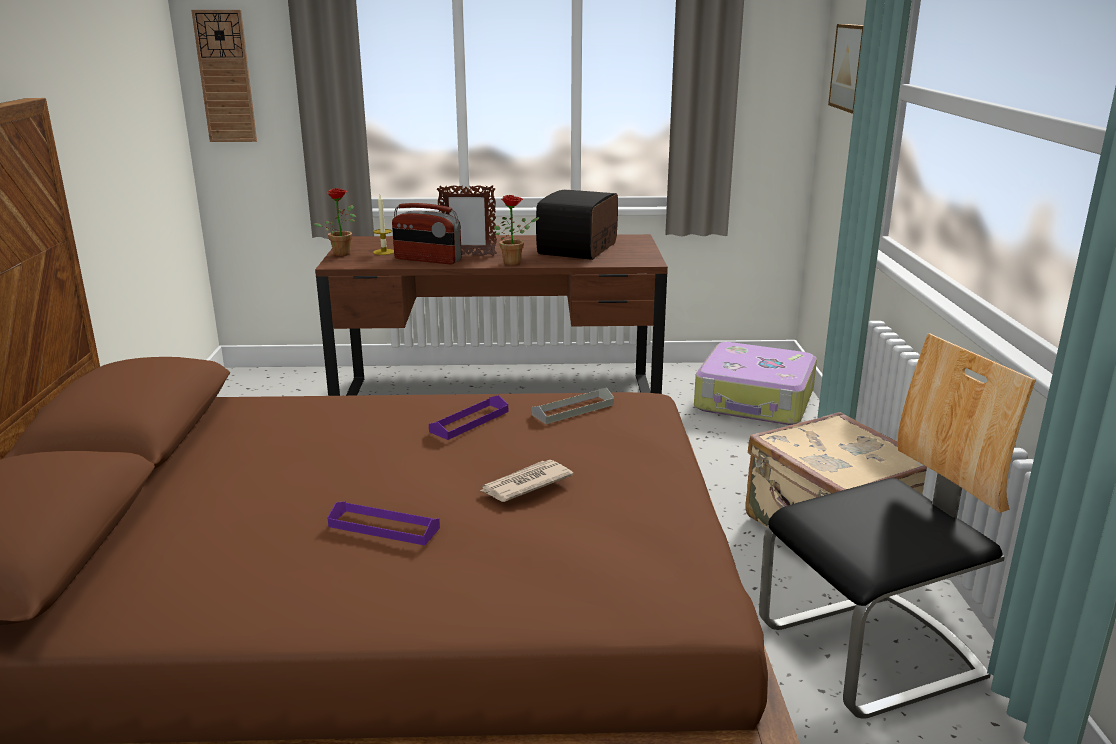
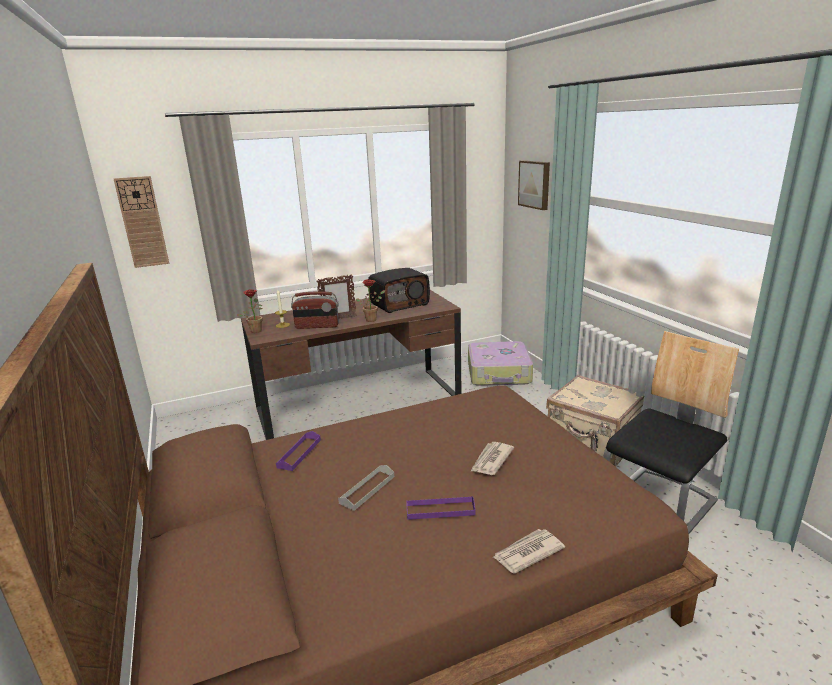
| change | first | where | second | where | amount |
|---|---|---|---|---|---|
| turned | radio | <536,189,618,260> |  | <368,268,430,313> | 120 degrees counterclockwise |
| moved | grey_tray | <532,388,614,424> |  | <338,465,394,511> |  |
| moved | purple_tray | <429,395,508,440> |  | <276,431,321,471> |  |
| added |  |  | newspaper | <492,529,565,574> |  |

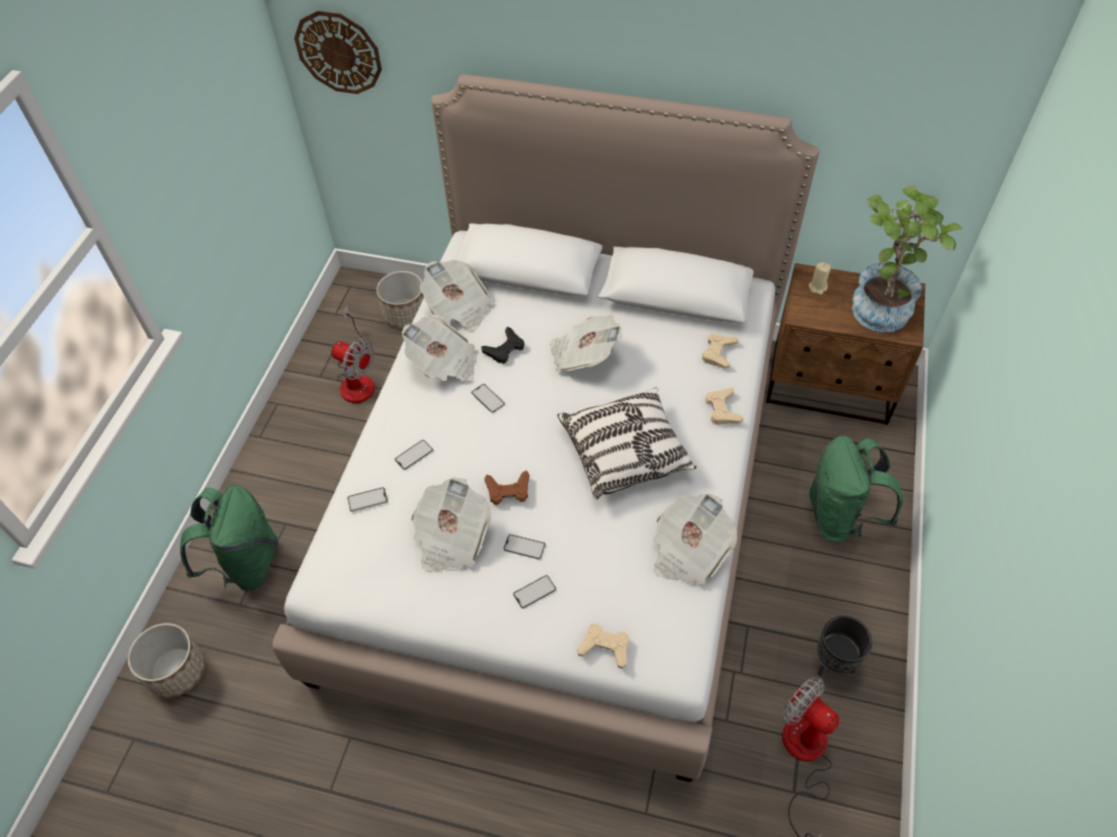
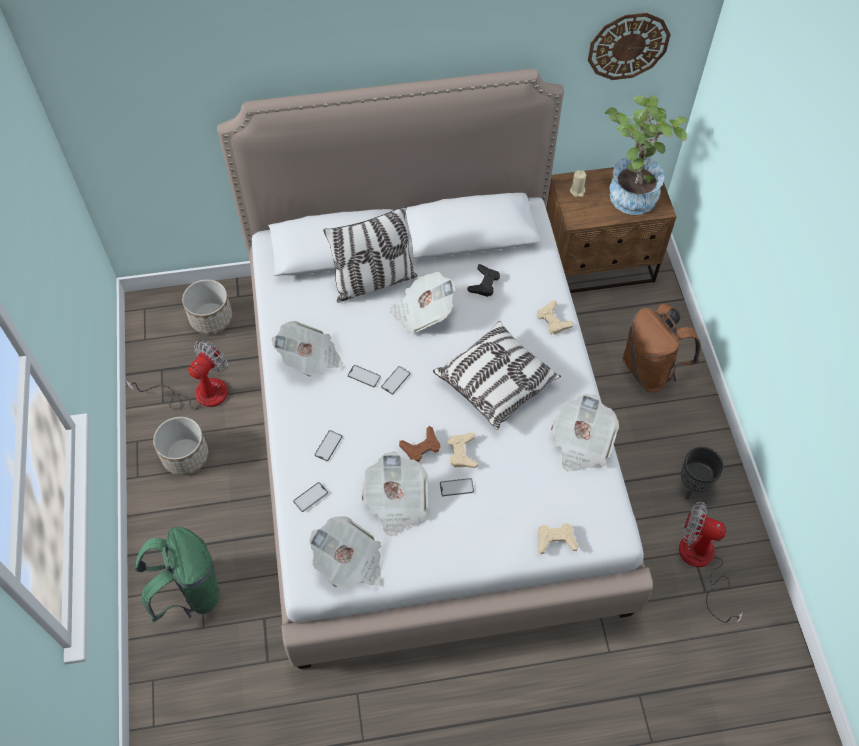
| change | first | where | second | where | amount |
|---|---|---|---|---|---|
| moved | wall_clock | <294,11,382,94> |  | <588,13,671,80> |  |
| moved | newspaper | <420,260,492,331> |  | <310,516,381,589> |  |
| turned | fan | <331,306,375,403> |  | <125,340,228,410> | 60 degrees counterclockwise |
| moved | black_game_controller | <481,327,524,364> |  | <467,264,500,297> |  |
| moved | beige_game_controller | <702,334,738,369> |  | <448,432,478,468> |  |
| recoloured | green_backpack | <808,436,903,543> | brown_backpack | <622,303,701,393> |  |
| moved | phone | <513,575,556,609> |  | <381,366,410,394> |  |
| moved | planter | <128,623,205,698> |  | <153,417,208,475> |  |
| added |  |  | pillow | <323,206,418,303> |  |

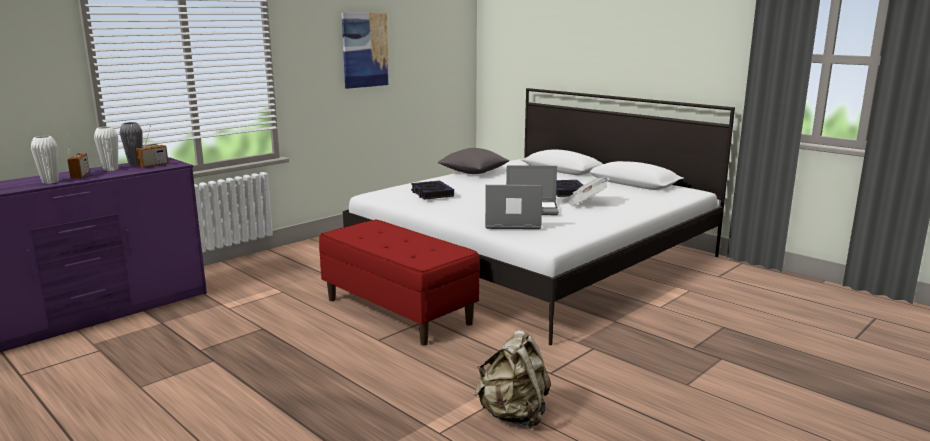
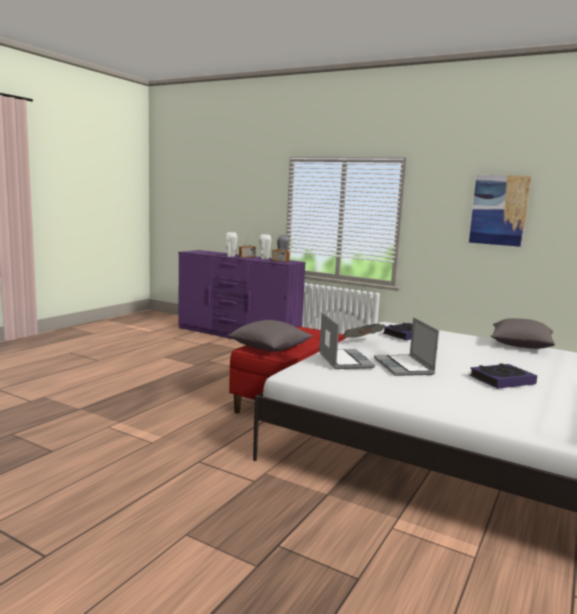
| change | first | where | second | where | amount |
|---|---|---|---|---|---|
| moved | newspaper | <562,177,610,205> |  | <342,323,385,337> |  |
| removed | beige_backpack | <475,330,551,428> |  |  |  |
| added |  |  | grey_pillow | <228,320,312,352> |  |

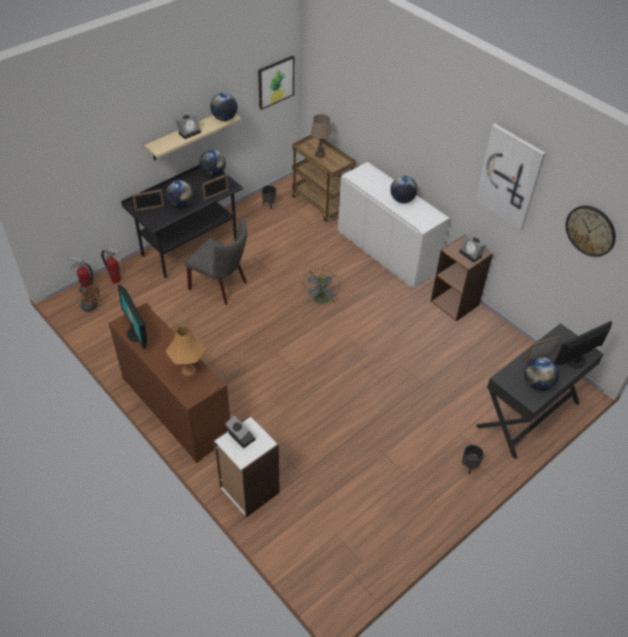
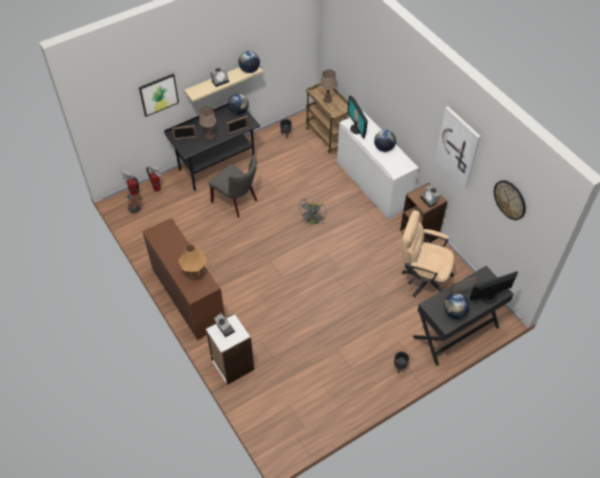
| change | first | where | second | where | amount |
|---|---|---|---|---|---|
| moved | picture | <258,56,294,110> |  | <139,74,179,117> |  |
| replaced | globe | <166,180,193,208> | brown_table_lamp | <199,106,216,140> |  |
| moved | monitor | <118,285,147,349> |  | <347,95,368,139> |  |
| added |  |  | beige_office_chair | <401,210,454,297> |  |

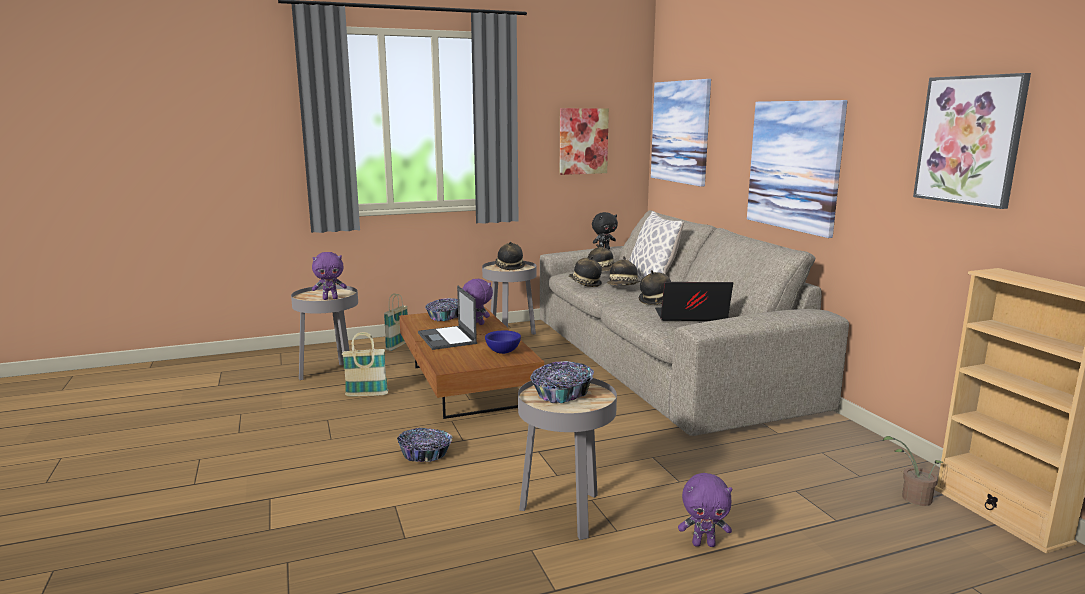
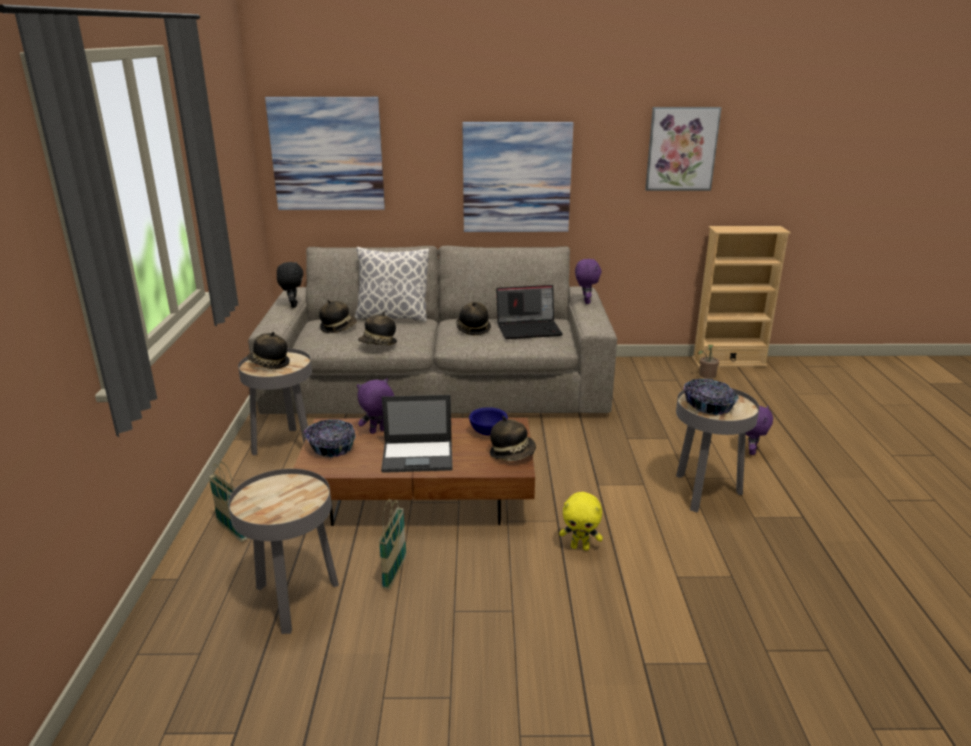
| change | first | where | second | where | amount |
|---|---|---|---|---|---|
| removed | picture | <560,108,609,175> |  |  |  |
| moved | purple_plush_toy | <312,252,347,300> |  | <575,258,602,304> |  |
| moved | hat | <607,256,640,285> |  | <490,416,536,461> |  |
| turned | laptop | <655,282,733,321> |  | <496,285,563,339> | 120 degrees counterclockwise |
| replaced | bowl | <397,428,452,462> | yellow_plush_toy | <559,492,603,551> |  |

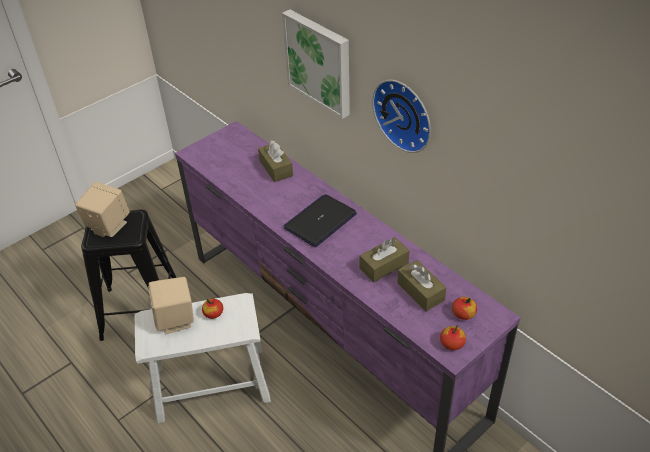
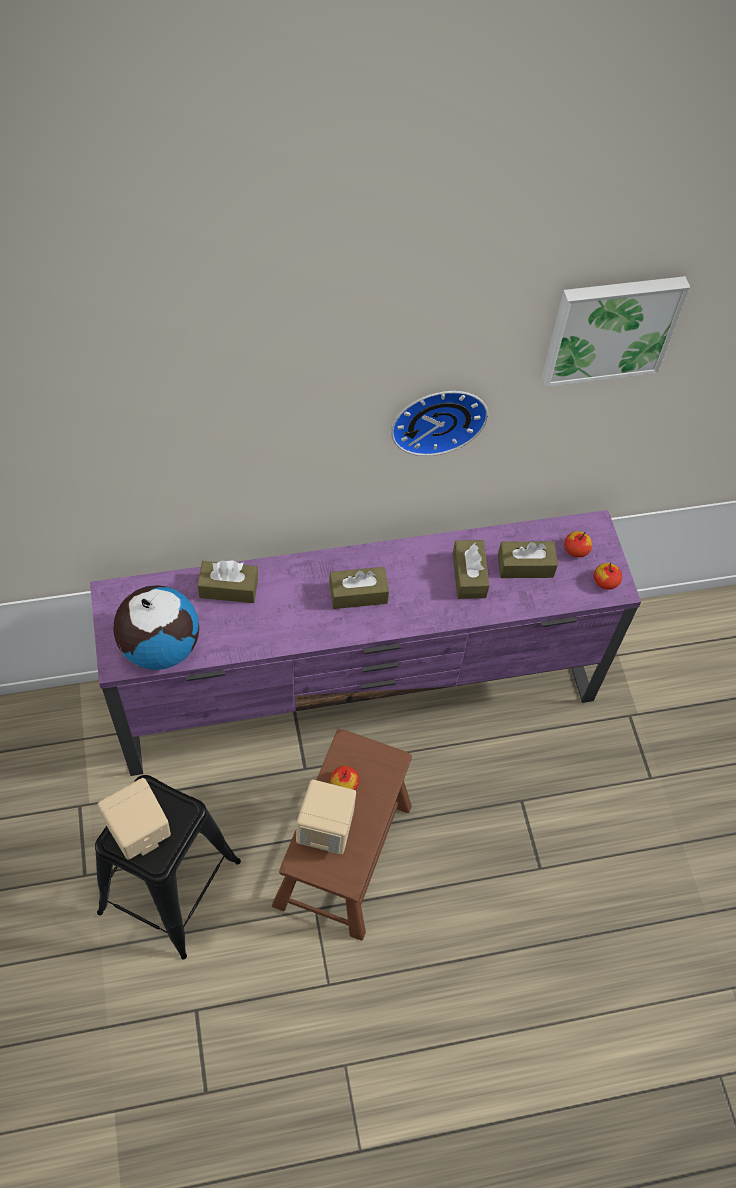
| change | first | where | second | where | amount |
|---|---|---|---|---|---|
| moved | picture | <282,9,350,119> |  | <542,276,690,387> |  |
| replaced | laptop | <283,194,357,247> | brown_tissue_box | <329,567,389,609> |  |
| recoloured | white_stool | <135,293,271,423> | brown_stool | <272,729,412,941> |  |
| added |  |  | globe | <114,585,199,670> |  |

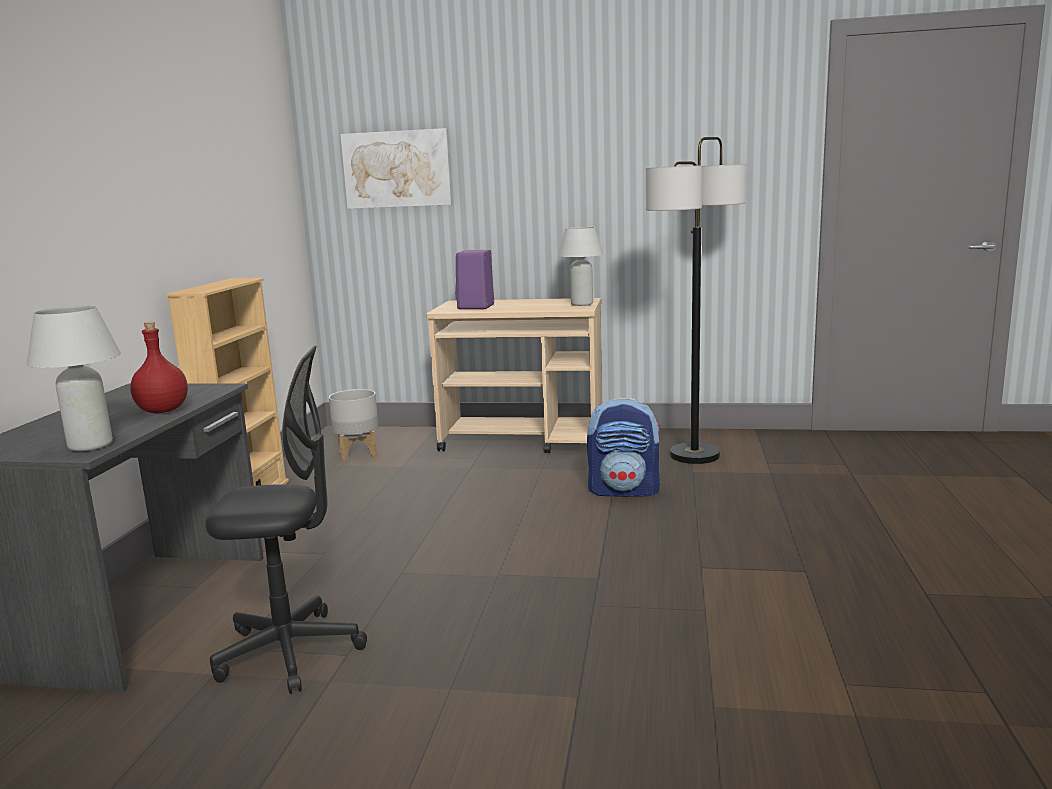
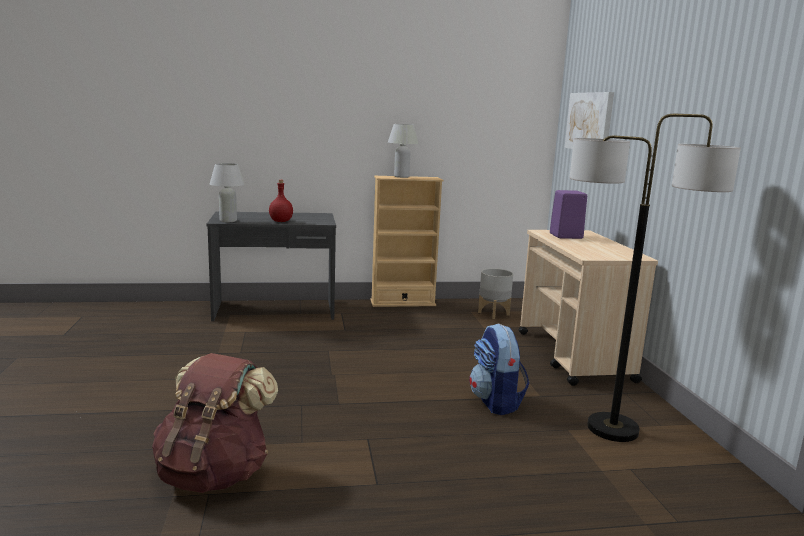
| change | first | where | second | where | amount |
|---|---|---|---|---|---|
| moved | white_table_lamp | <558,227,603,306> |  | <388,124,419,178> |  |
| removed | black_office_chair | <205,346,367,694> |  |  |  |
| added |  |  | brown_backpack | <152,353,278,493> |  |

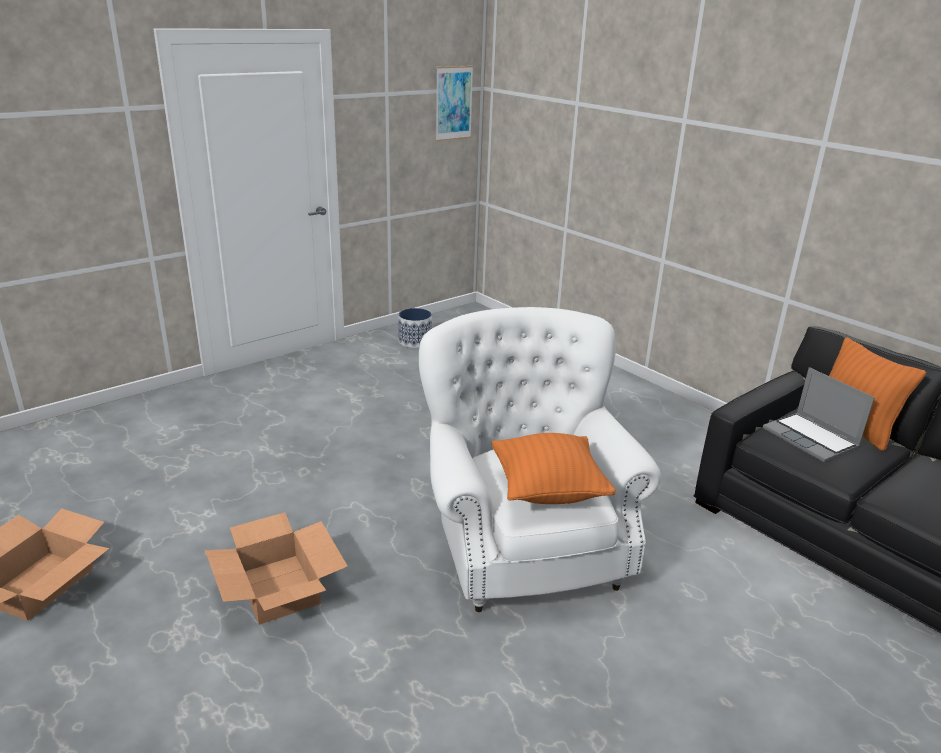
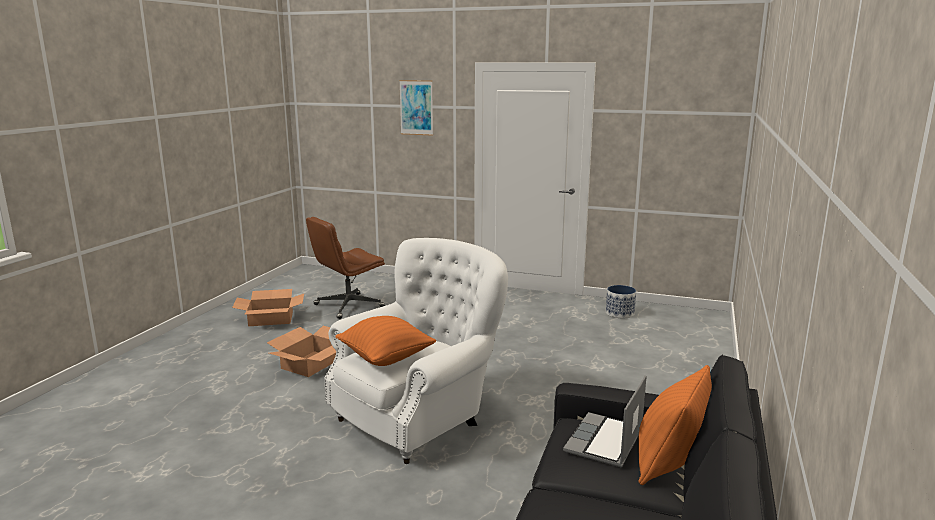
| change | first | where | second | where | amount |
|---|---|---|---|---|---|
| moved | picture | <435,66,473,141> |  | <399,80,433,136> |  |
| added |  |  | brown_office_chair | <306,217,385,319> |  |

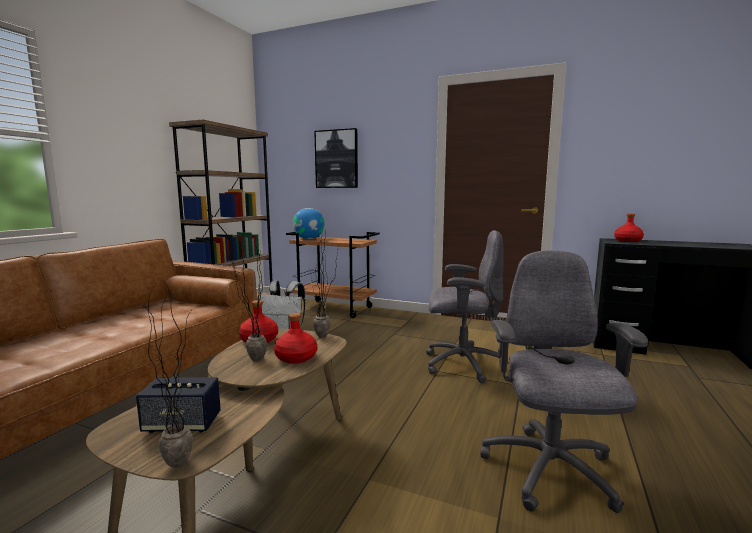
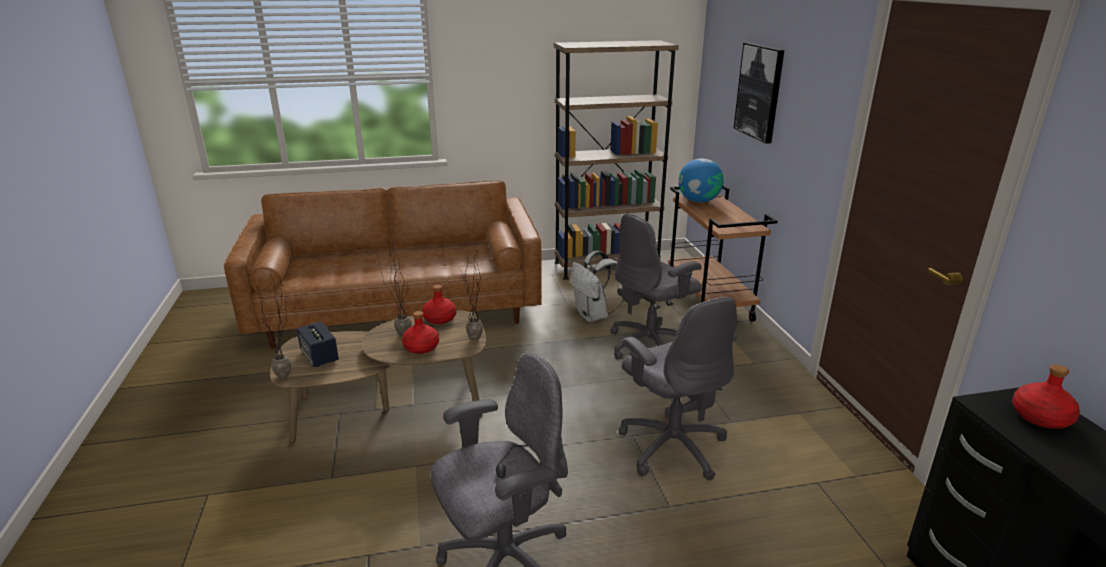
| change | first | where | second | where | amount |
|---|---|---|---|---|---|
| added |  |  | grey_office_chair | <610,213,702,360> |  |

